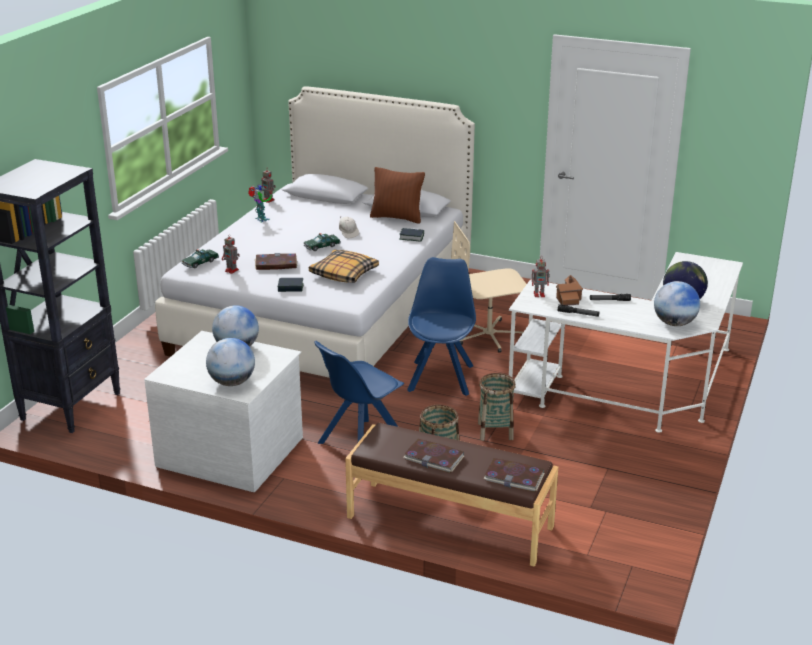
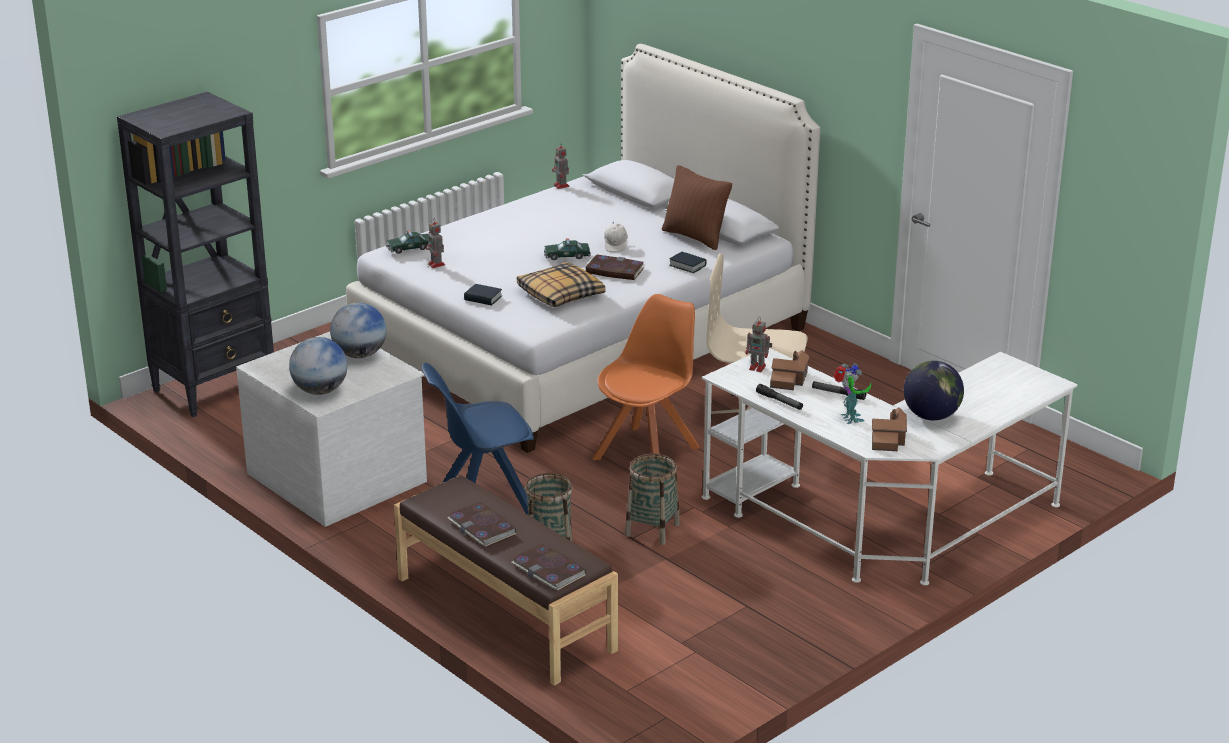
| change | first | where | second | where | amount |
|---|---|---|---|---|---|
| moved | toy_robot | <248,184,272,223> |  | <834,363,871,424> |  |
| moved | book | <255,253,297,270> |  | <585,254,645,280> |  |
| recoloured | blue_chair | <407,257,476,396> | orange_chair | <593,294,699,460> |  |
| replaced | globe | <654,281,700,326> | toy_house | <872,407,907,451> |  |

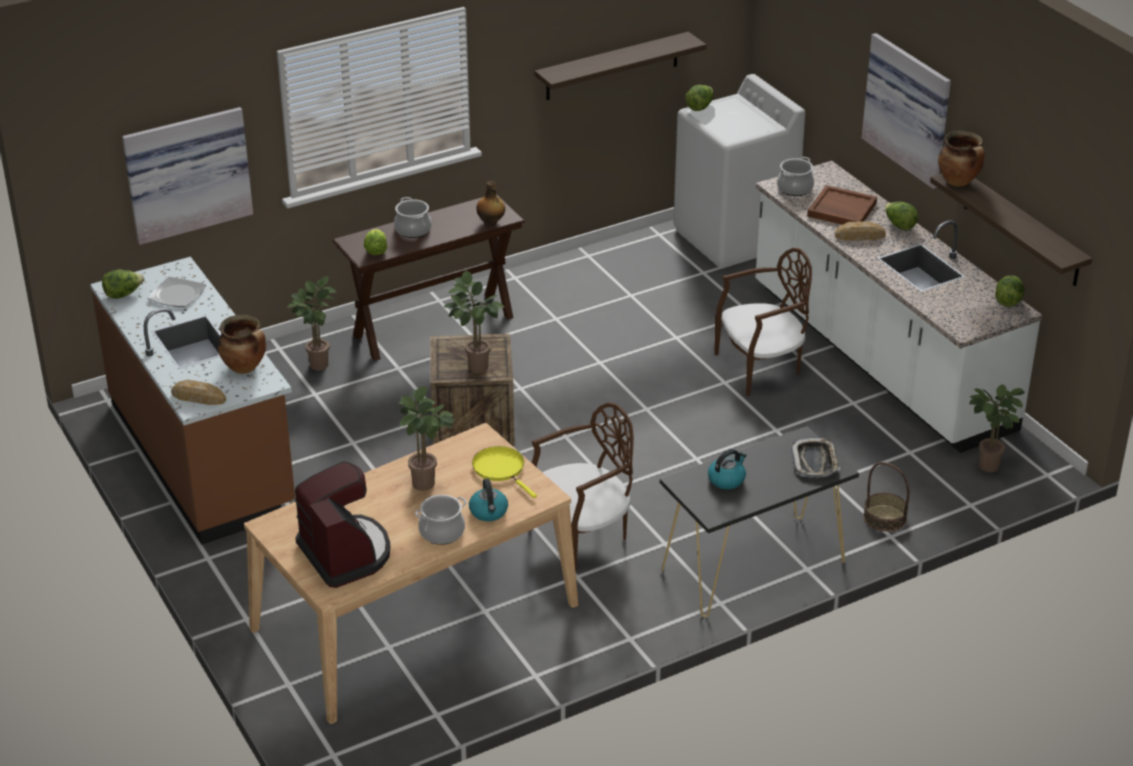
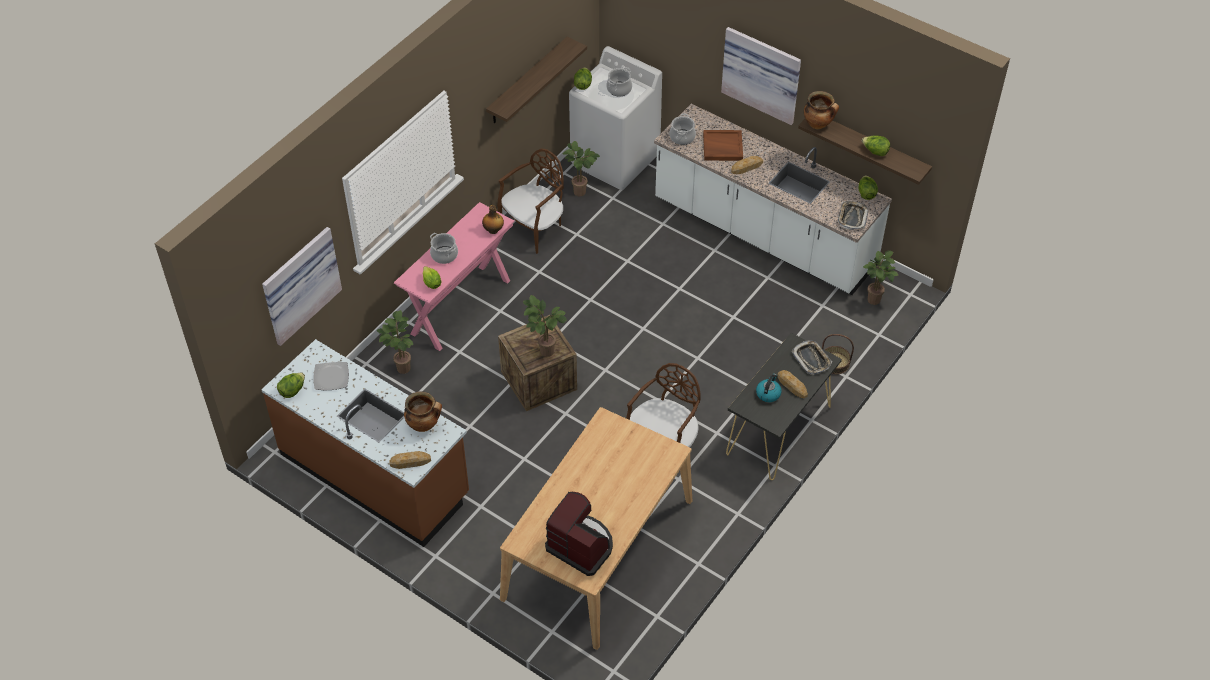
| change | first | where | second | where | amount |
|---|---|---|---|---|---|
| recoloured | brown_console_table | <333,194,525,361> | pink_console_table | <394,202,515,351> |  |
| moved | lettuce | <885,202,918,231> |  | <862,135,890,156> |  |
| moved | brown_chair | <715,248,812,396> |  | <497,149,564,254> |  |
| moved | potted_plant | <398,386,454,491> |  | <562,141,600,196> |  |
| removed | yellow_frying_pan | <472,446,537,498> |  |  |  |
| removed | kettle | <469,479,508,521> |  |  |  |
| moved | cooking_pot | <415,495,467,545> |  | <606,67,632,97> |  |
| added |  |  | tray | <838,201,868,230> |  |
| added |  |  | bread | <778,370,808,399> |  |

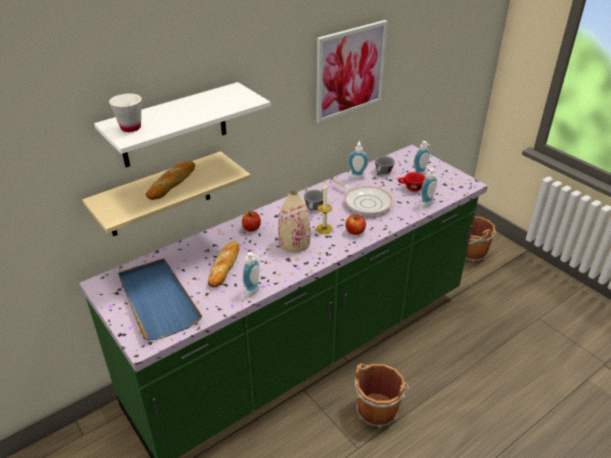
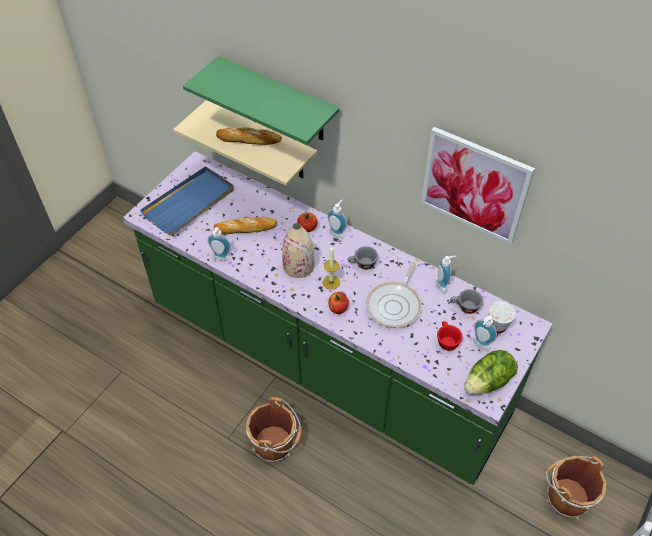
| change | first | where | second | where | amount |
|---|---|---|---|---|---|
| recoloured | white_shelf | <94,82,271,167> | green_shelf | <183,56,340,145> |  |
| moved | white_cup | <109,93,142,132> |  | <488,301,516,333> |  |
| moved | soap_dispenser | <420,166,437,208> |  | <327,200,347,239> |  |
| added |  |  | lettuce | <464,350,518,395> |  |

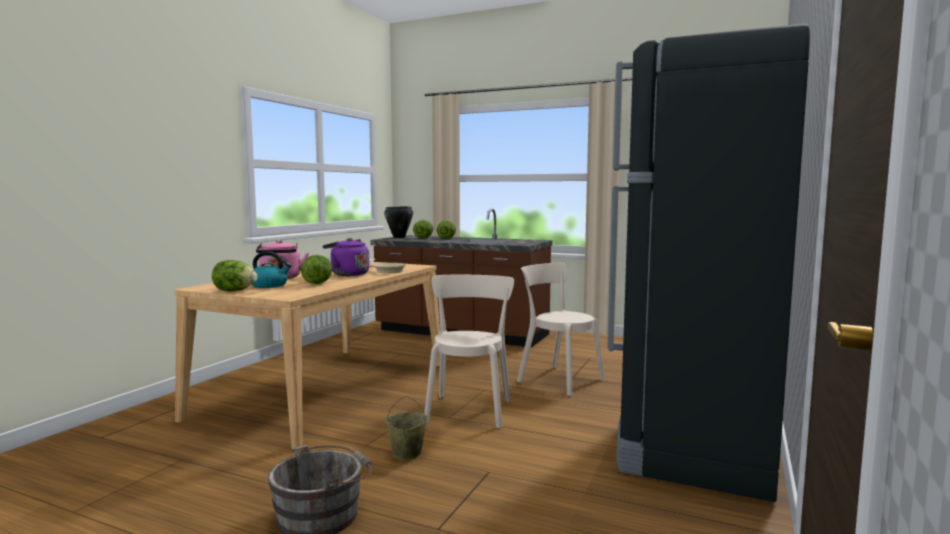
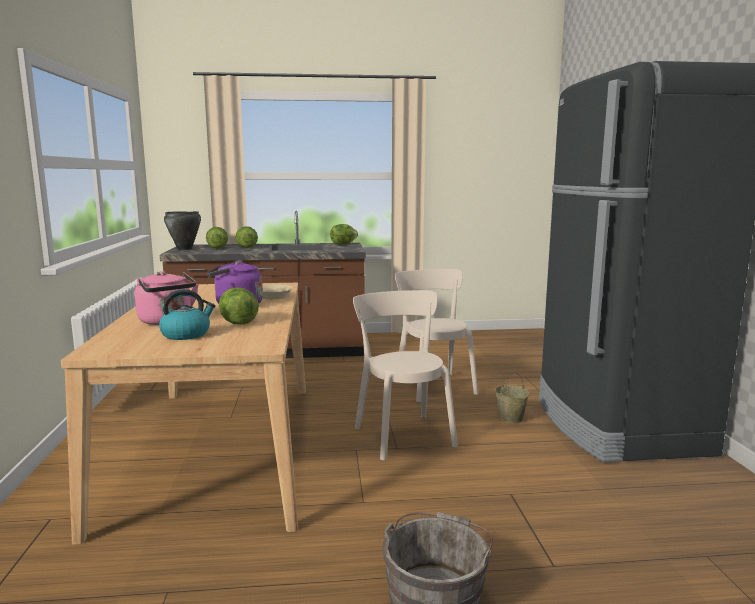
| change | first | where | second | where | amount |
|---|---|---|---|---|---|
| moved | lettuce | <212,260,257,291> |  | <330,224,358,245> |  |
| turned | beige_chair | <517,263,604,396> |  | <395,269,479,402> | 60 degrees clockwise |
| moved | beige_bucket | <386,396,427,460> |  | <495,372,530,424> |  |

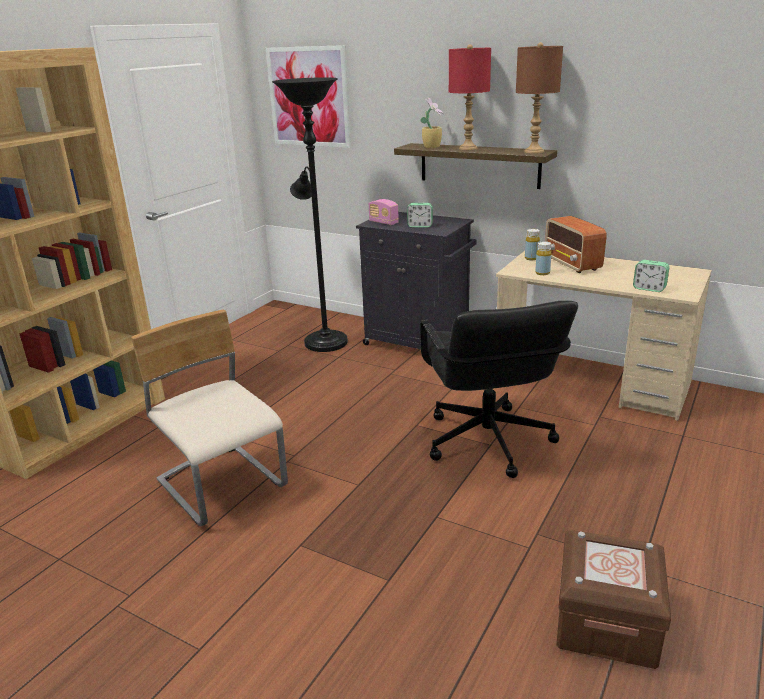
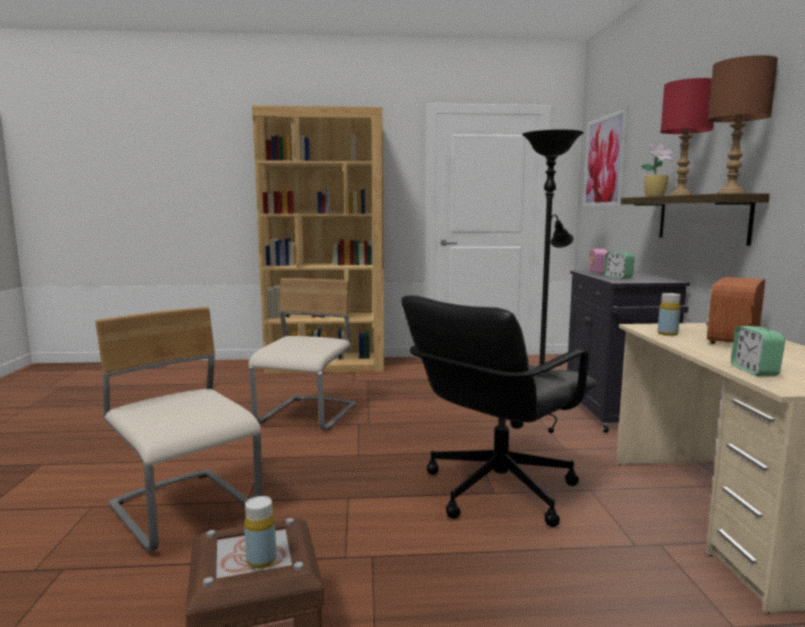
| change | first | where | second | where | amount |
|---|---|---|---|---|---|
| moved | yellow_bottle | <525,229,540,260> |  | <244,496,276,568> |  |
| added |  |  | beige_chair | <95,307,263,552> |  |

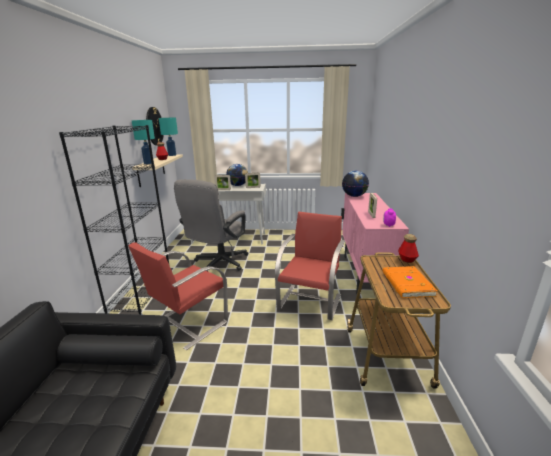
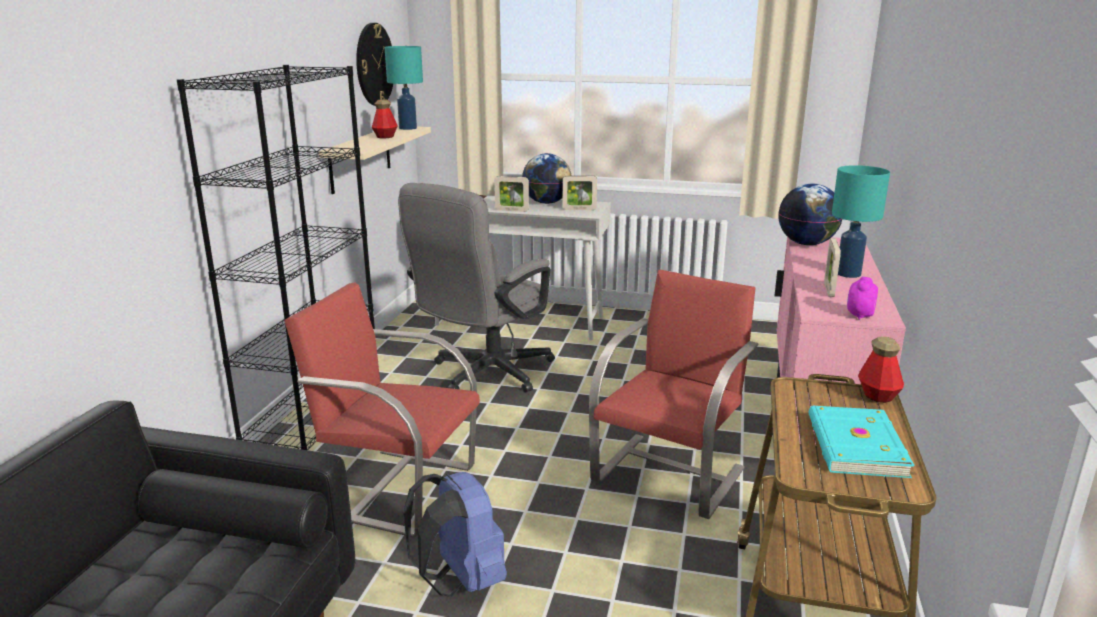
| change | first | where | second | where | amount |
|---|---|---|---|---|---|
| moved | turquoise_table_lamp | <132,120,155,164> |  | <832,165,890,278> |  |
| turned | red_chair | <128,242,228,350> |  | <284,283,480,537> | 60 degrees clockwise |
| recoloured | orange_book | <382,266,437,298> | turquoise_book | <809,406,915,478> |  |
| added |  |  | blue_backpack | <403,472,507,597> |  |

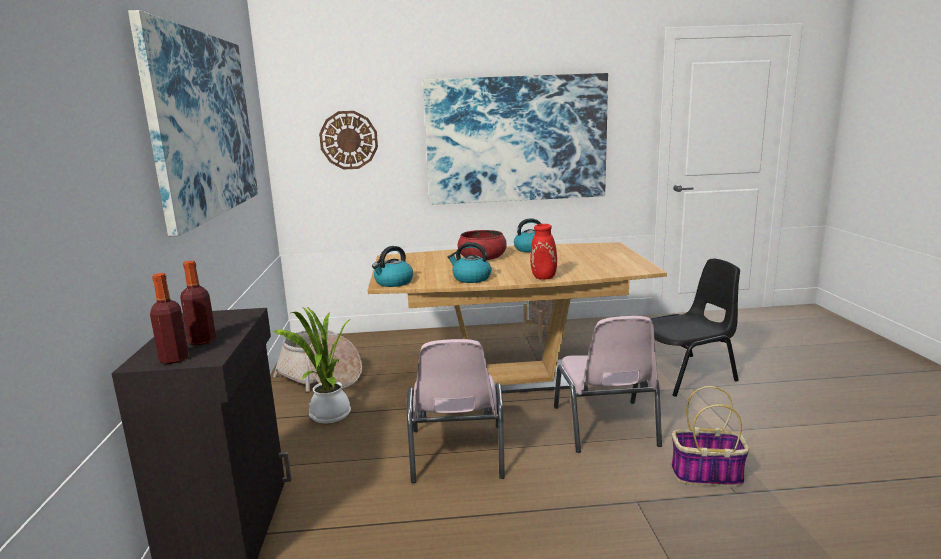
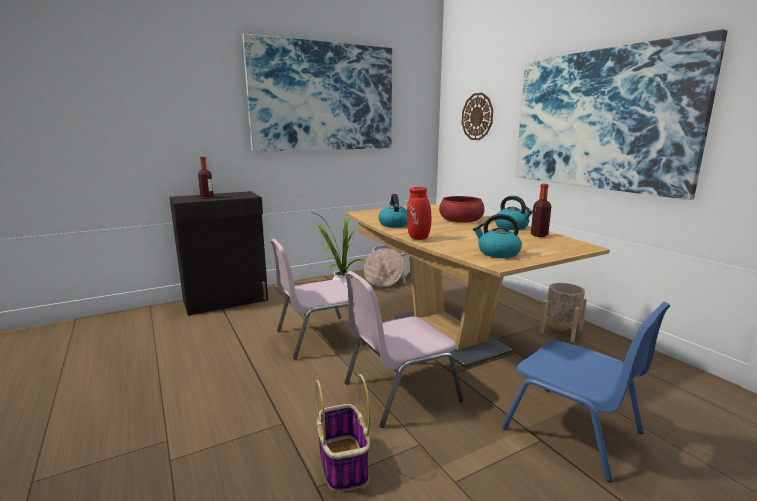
| change | first | where | second | where | amount |
|---|---|---|---|---|---|
| moved | kettle | <372,246,413,287> |  | <473,214,522,258> |  |
| recoloured | black_chair | <650,259,740,397> | blue_chair | <502,302,670,482> |  |
| moved | bottle | <150,273,189,364> |  | <531,184,551,237> |  |

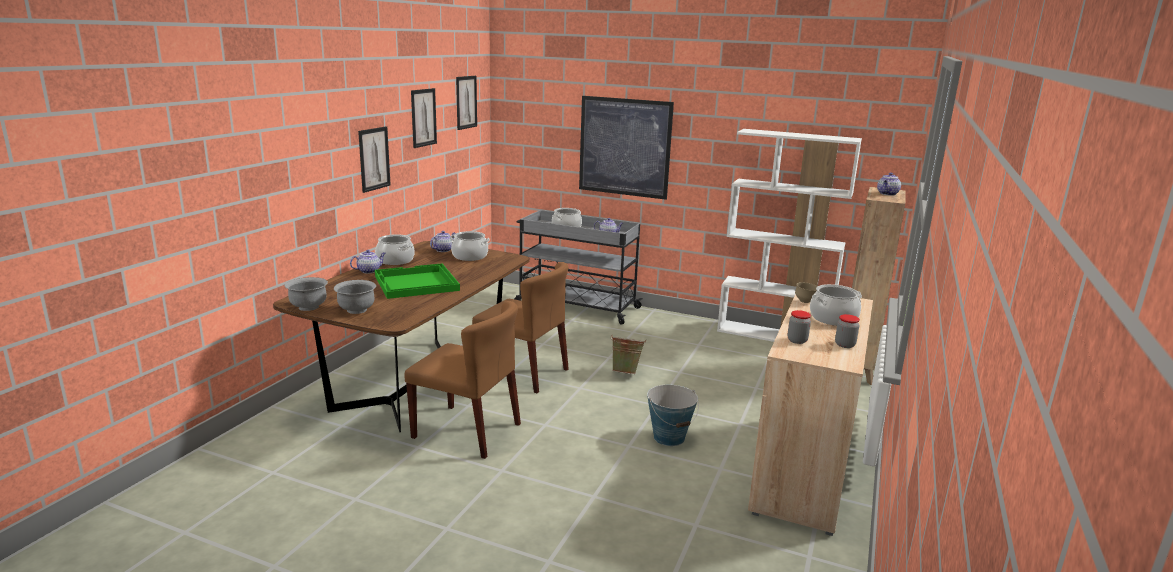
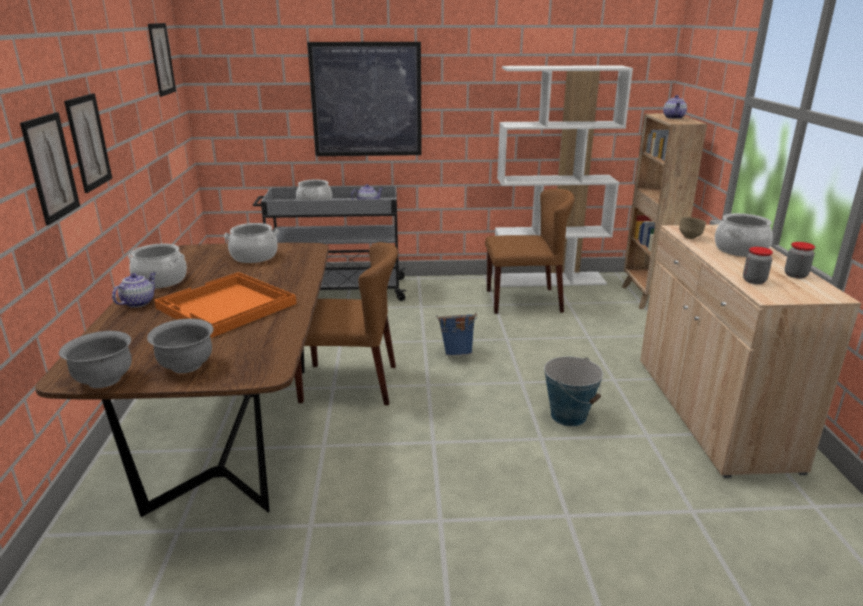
| change | first | where | second | where | amount |
|---|---|---|---|---|---|
| moved | picture | <411,88,437,148> |  | <20,112,80,225> |  |
| removed | teapot | <430,231,456,252> |  |  |  |
| recoloured | green_tray | <375,263,460,299> | orange_tray | <154,272,296,338> |  |
| moved | brown_chair | <405,301,521,459> |  | <485,189,575,314> |  |
| recoloured | green_bucket | <610,335,646,374> | blue_bucket | <437,312,477,356> |  |

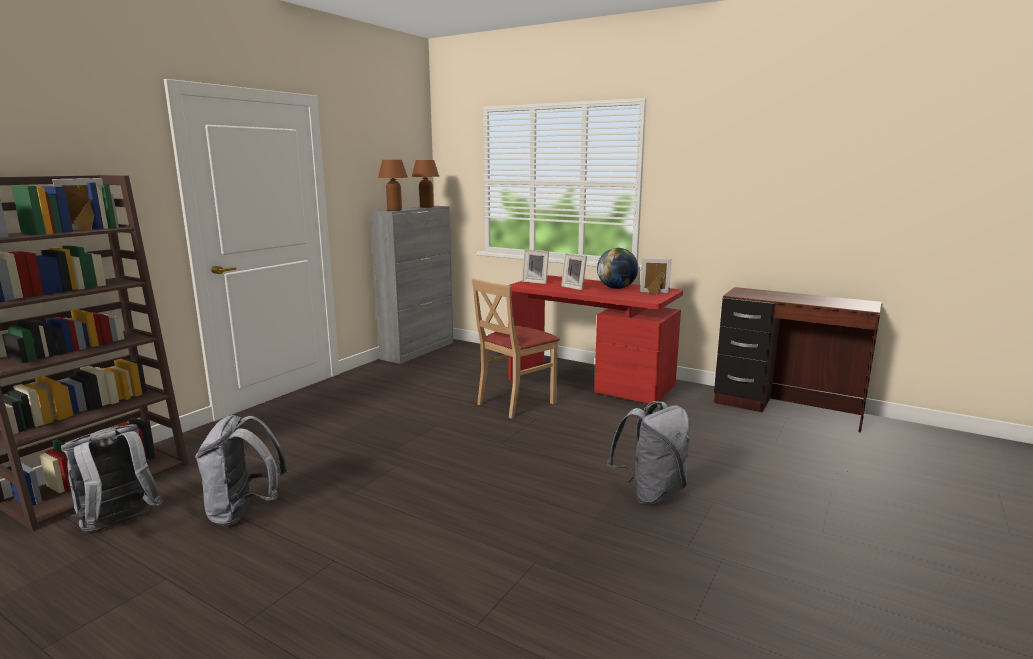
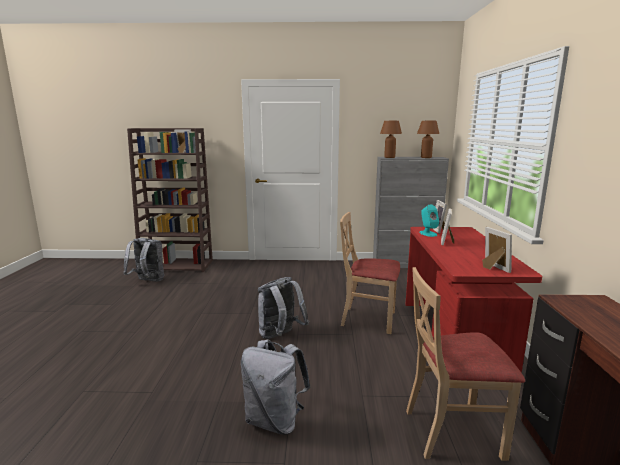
| change | first | where | second | where | amount |
|---|---|---|---|---|---|
| removed | globe | <597,248,638,289> |  |  |  |
| moved | grey_backpack | <195,415,288,527> |  | <258,277,309,339> |  |
| added |  |  | turquoise_speaker | <419,204,439,237> |  |
| added |  |  | beige_chair | <406,267,525,461> |  |

